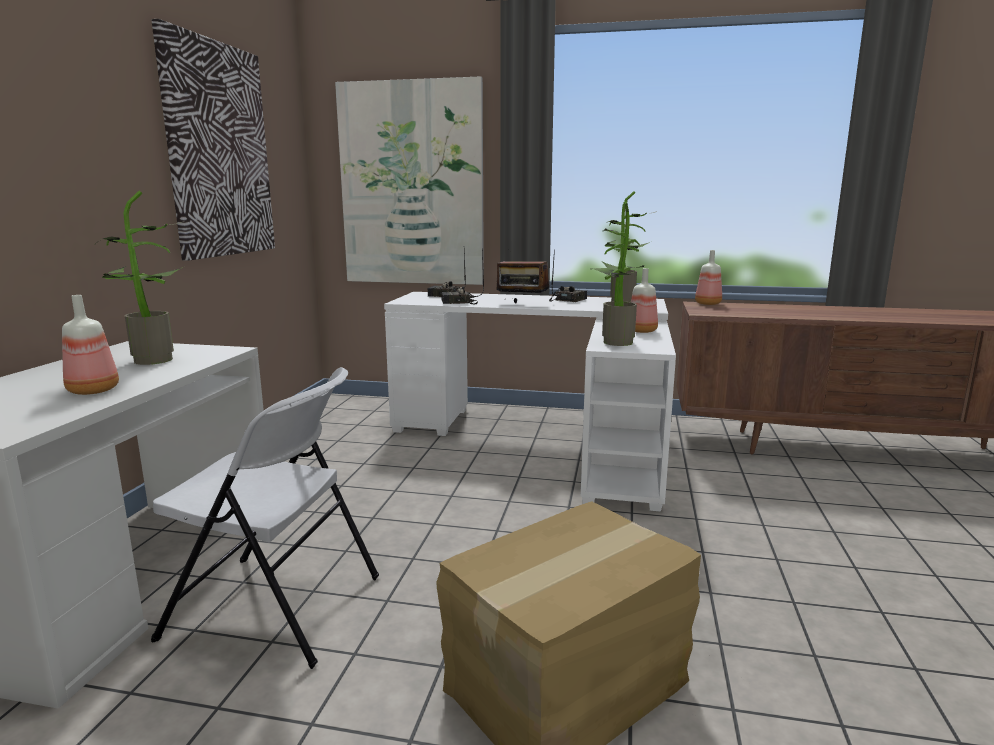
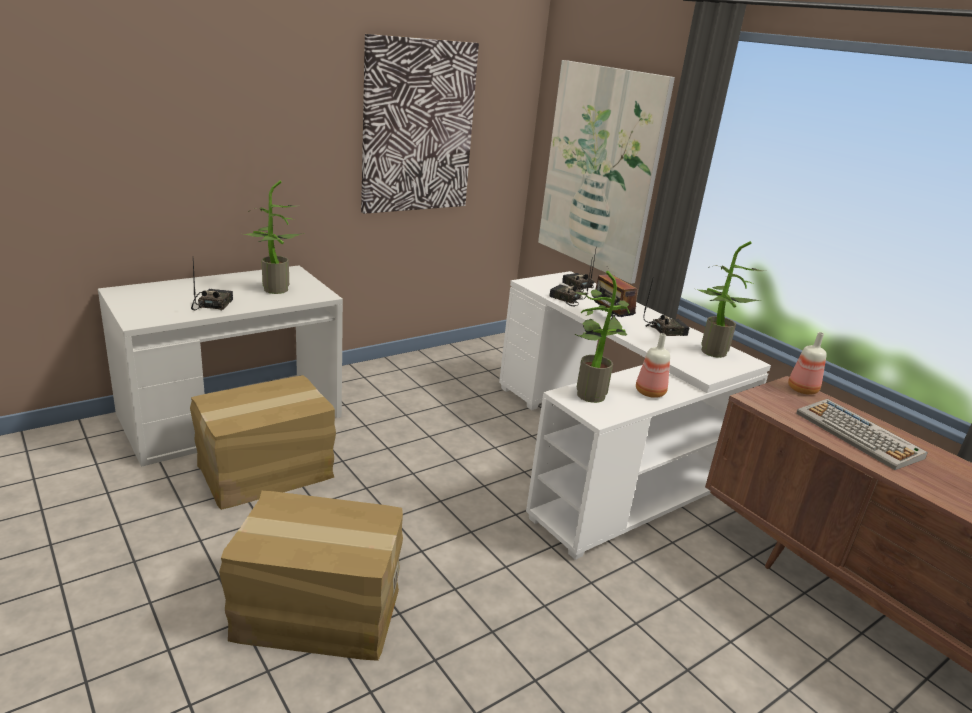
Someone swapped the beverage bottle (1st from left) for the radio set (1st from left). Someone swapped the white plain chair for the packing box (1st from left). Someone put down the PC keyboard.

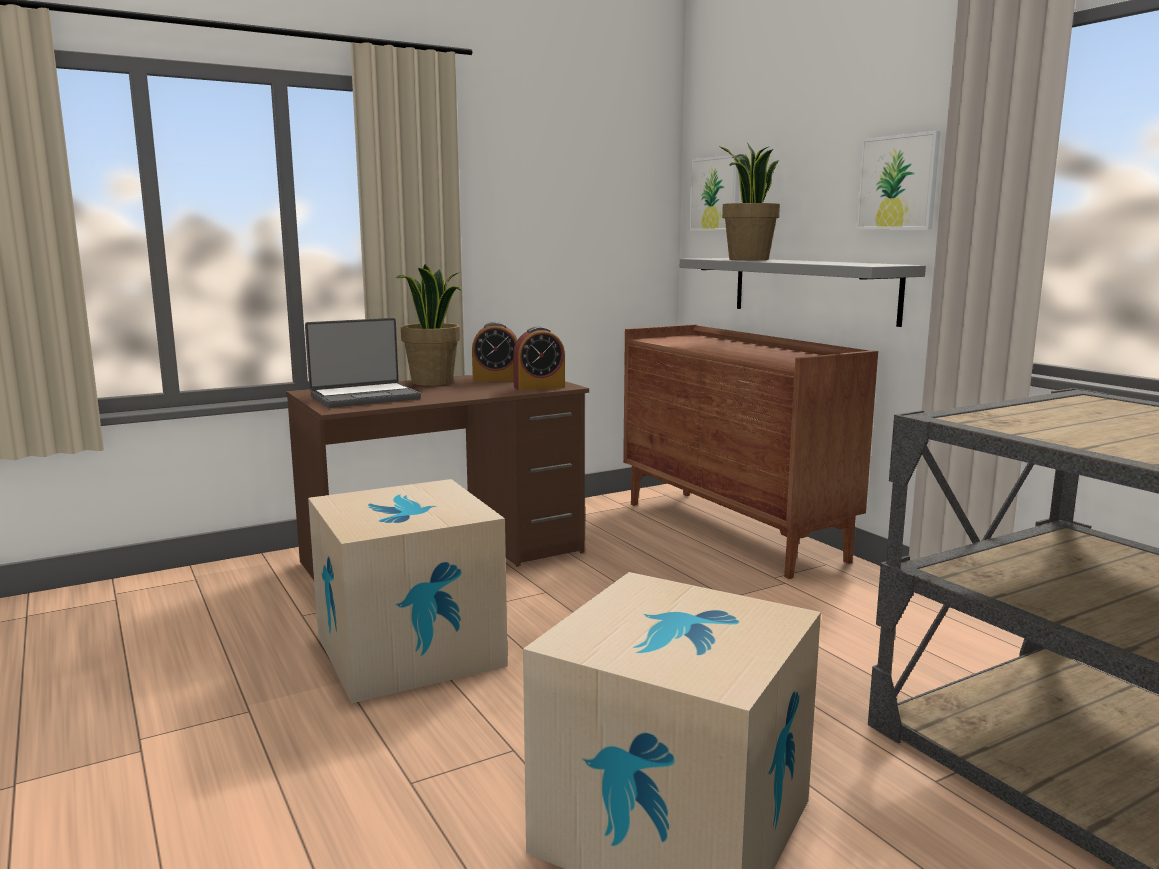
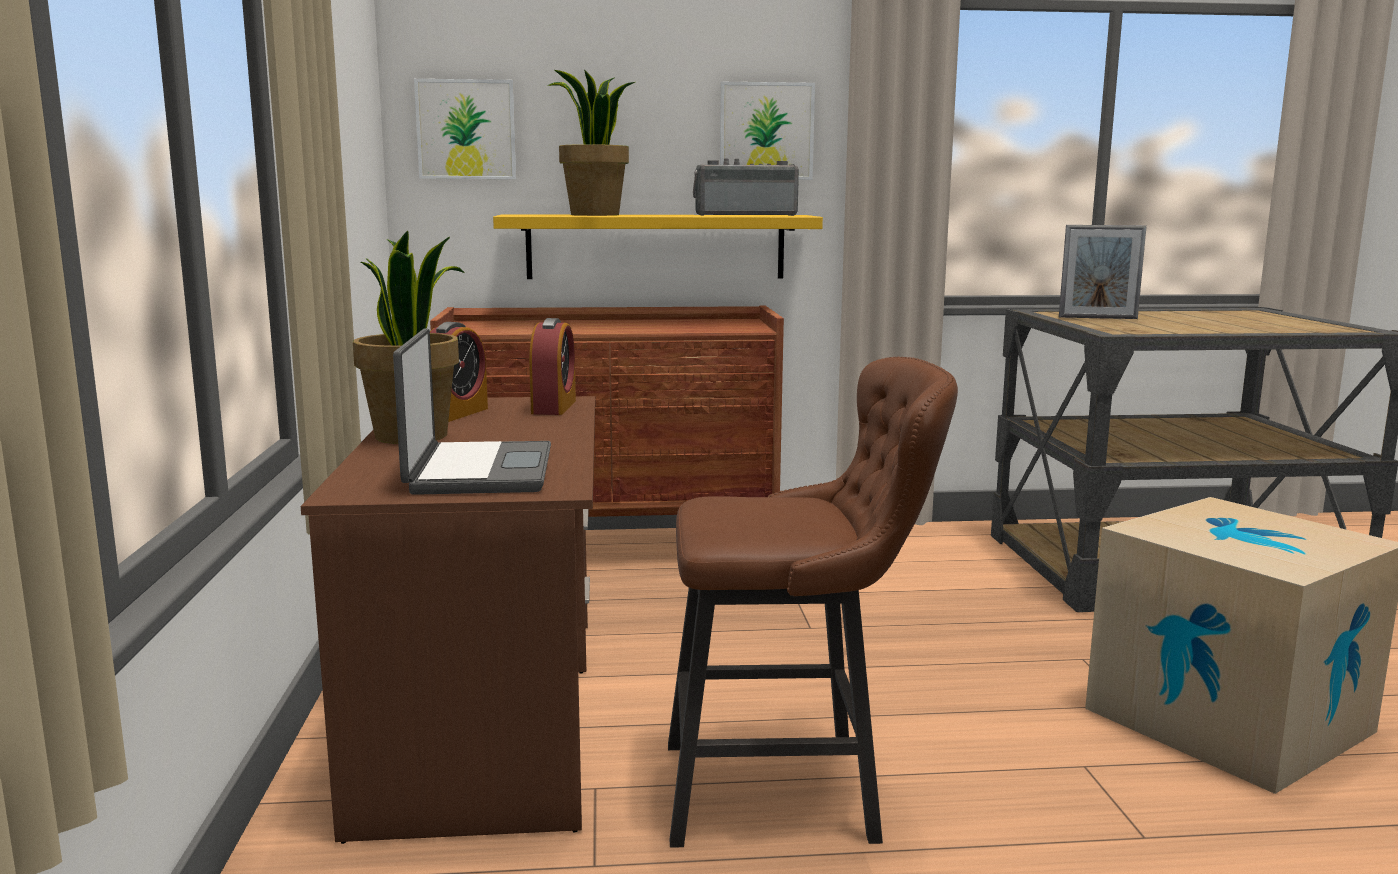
Someone repainted the grey bracket shelf, which became the yellow-coloured bracket shelf. Someone swapped the packing box (1st from left) for the brown-coloured stool seat. Someone put down the radio set. Someone put down the picture frame.

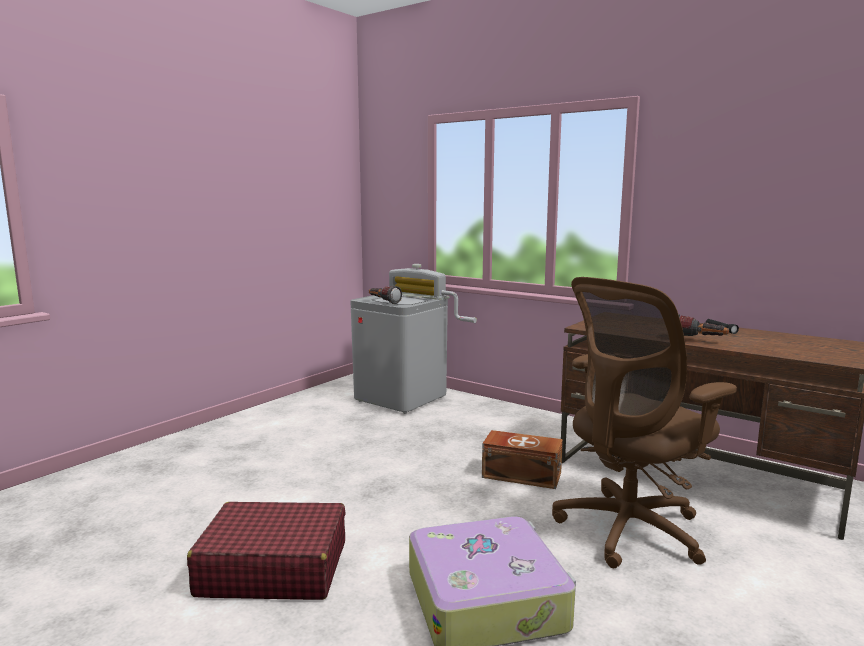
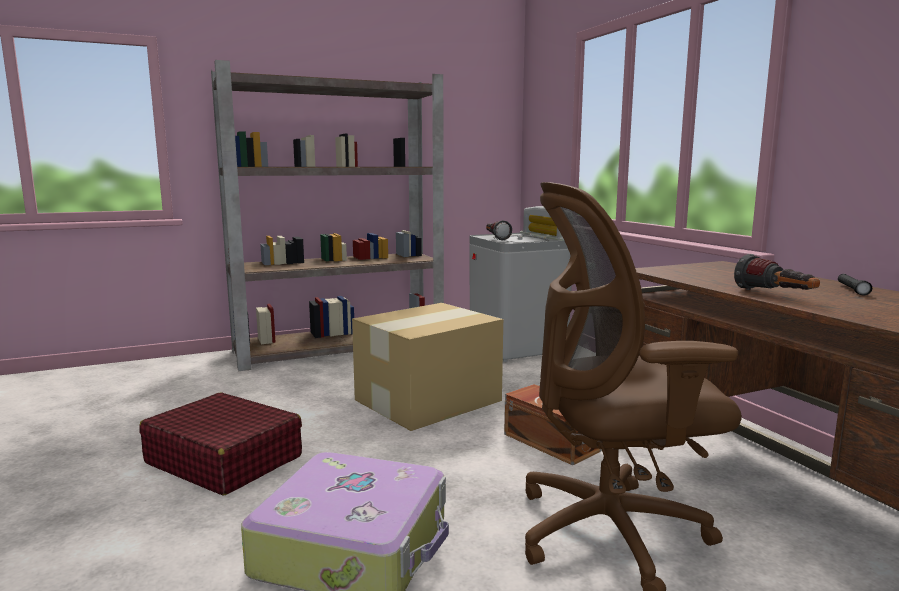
Someone put down the brown-coloured shelving unit. Someone put down the packing box.

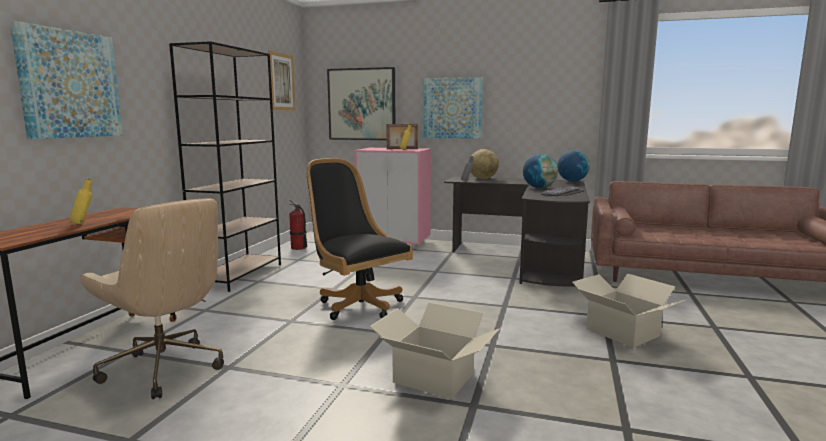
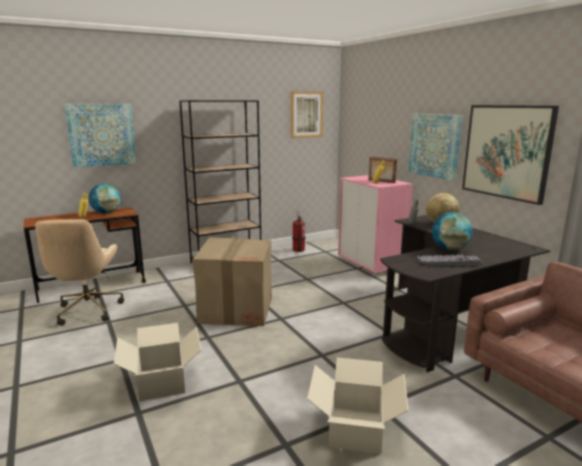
Someone carried the wall art (3rd from left in the first image). Someone carried the globe (3rd from left in the first image). Someone swapped the black-coloured computer chair for the packing box (2nd from left).

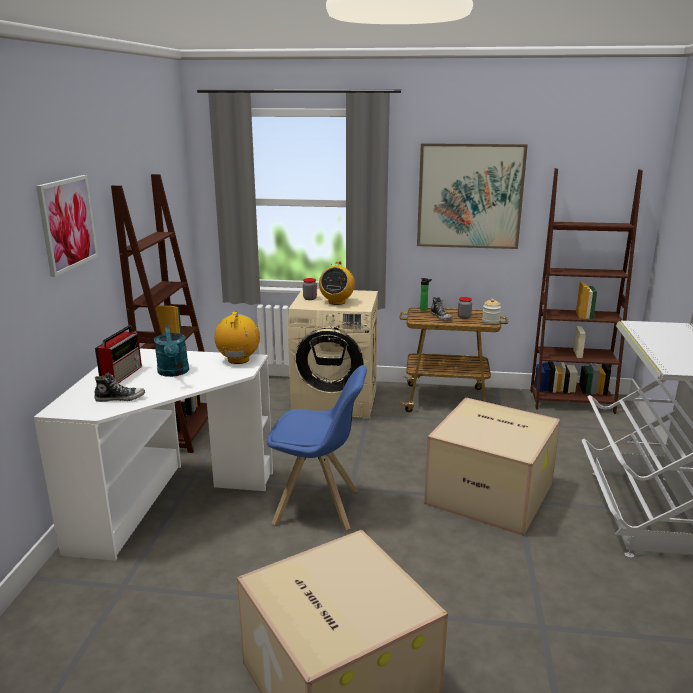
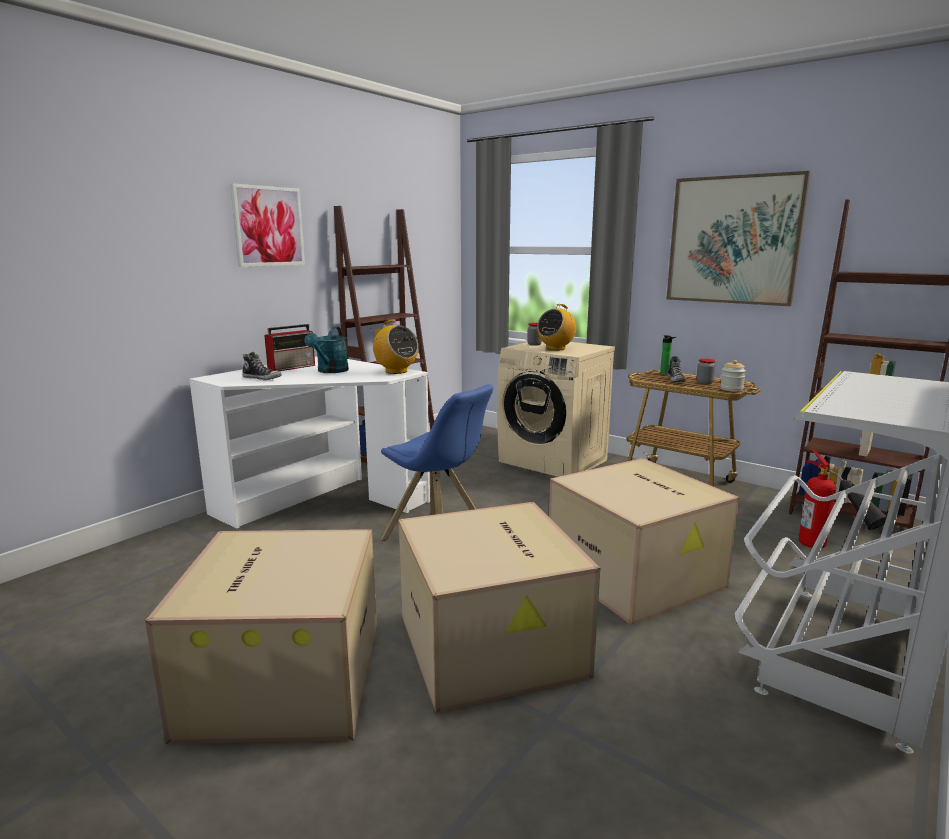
Someone rotated the radio set (2nd from left) by 105 degrees clockwise. Someone put down the extinguisher. Someone put down the packing box (2nd from left).

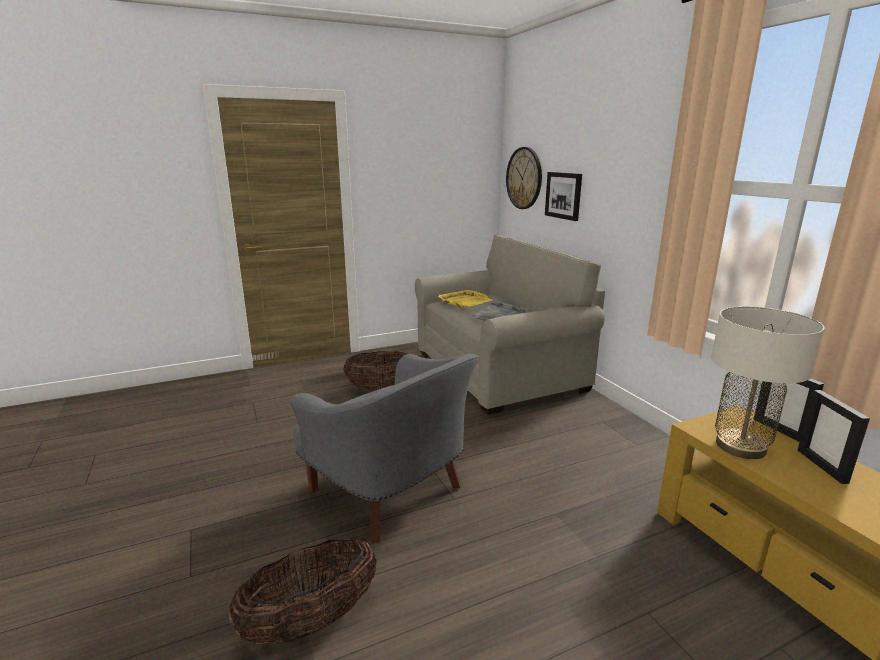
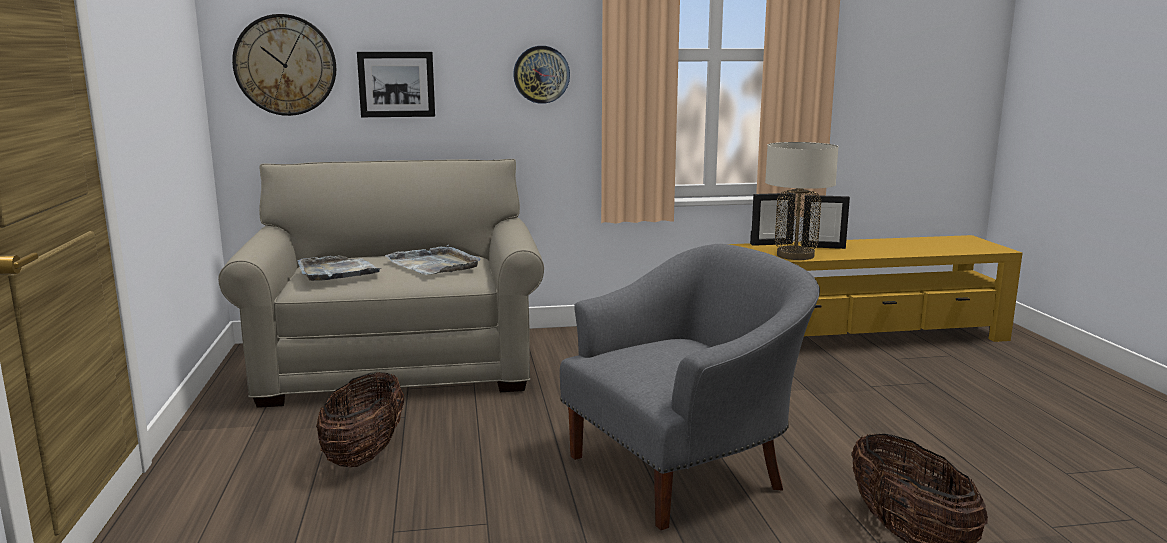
Someone repainted the yellow-coloured tray, which became the grey tray (1st from left). Someone put up the wall clock (2nd from left).

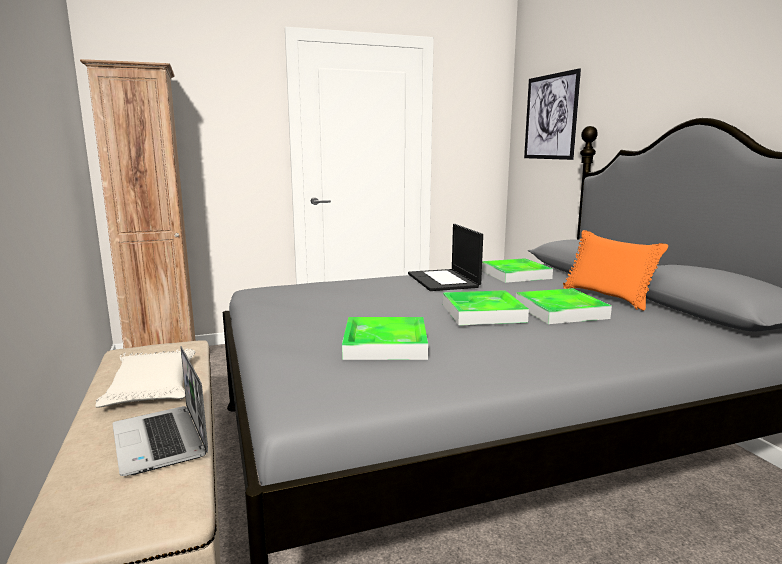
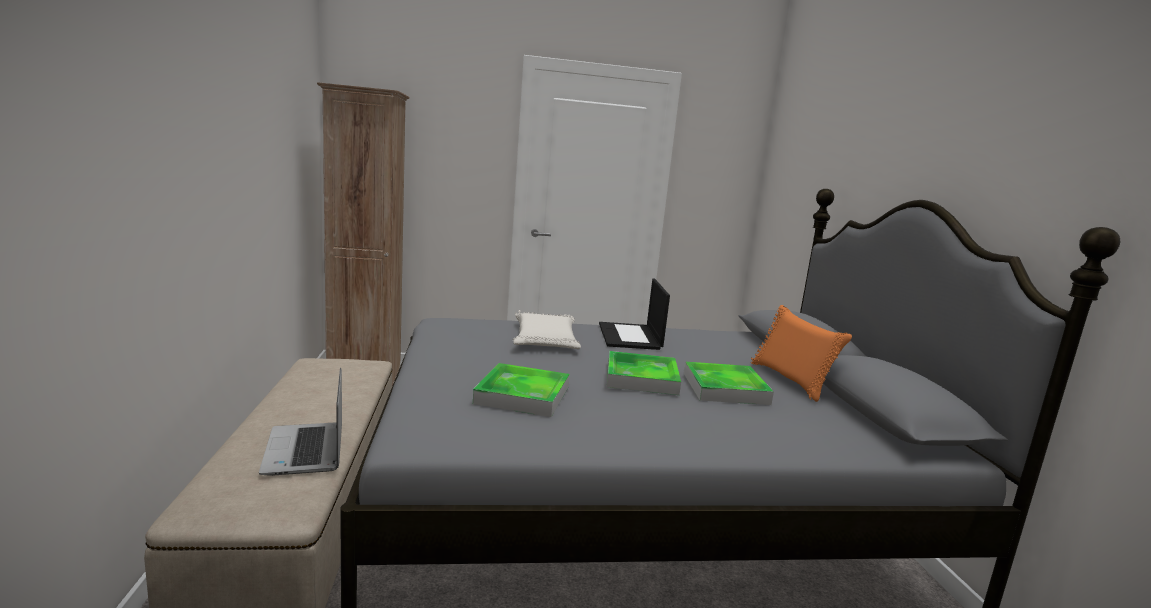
Someone took away the wall art. Someone took away the tray (3rd from left). Someone carried the white throw pillow.

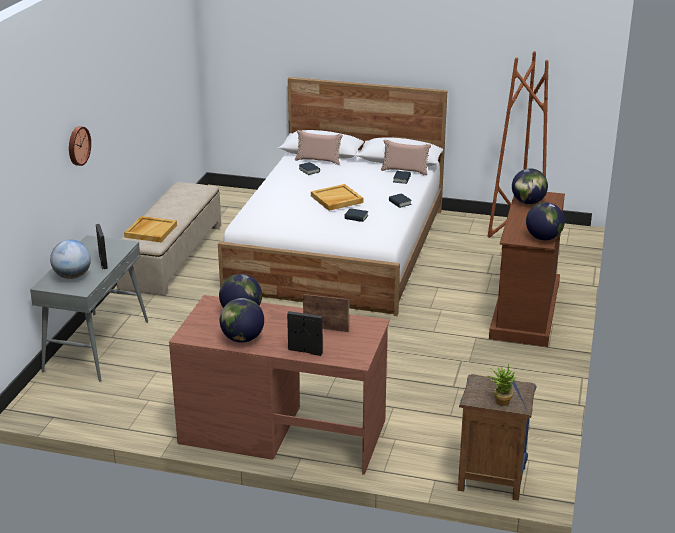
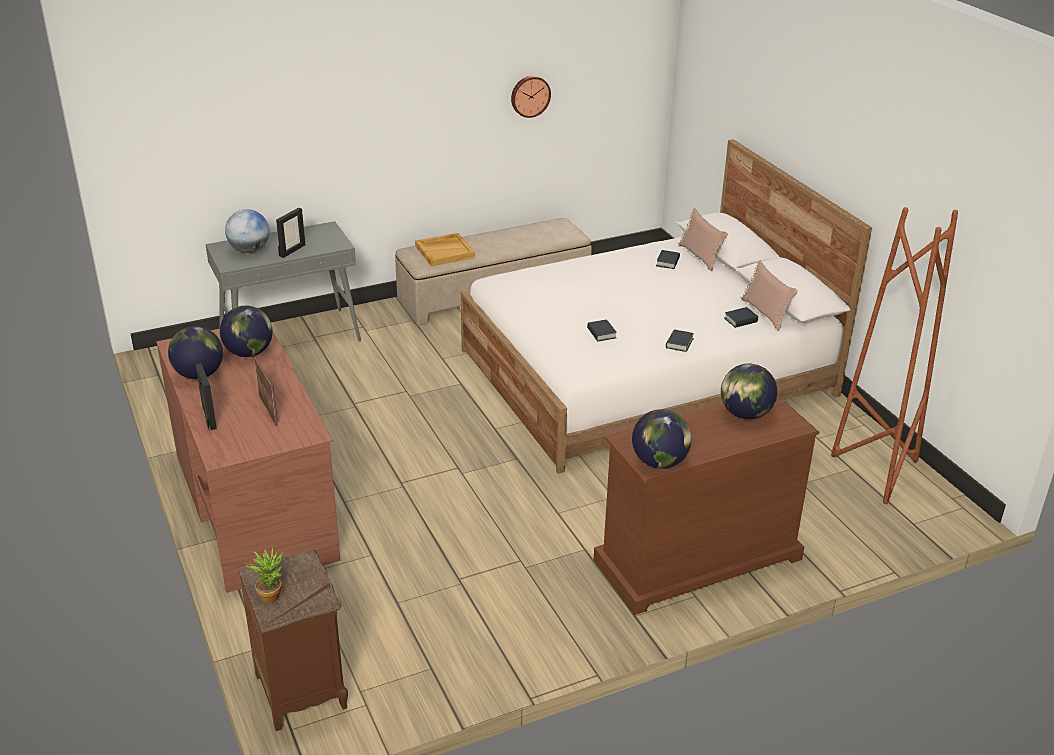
Someone carried the wall clock. Someone took away the sand-coloured tray (2nd from left). Someone repainted the blue-coloured nightstand, which became the brown-coloured nightstand.

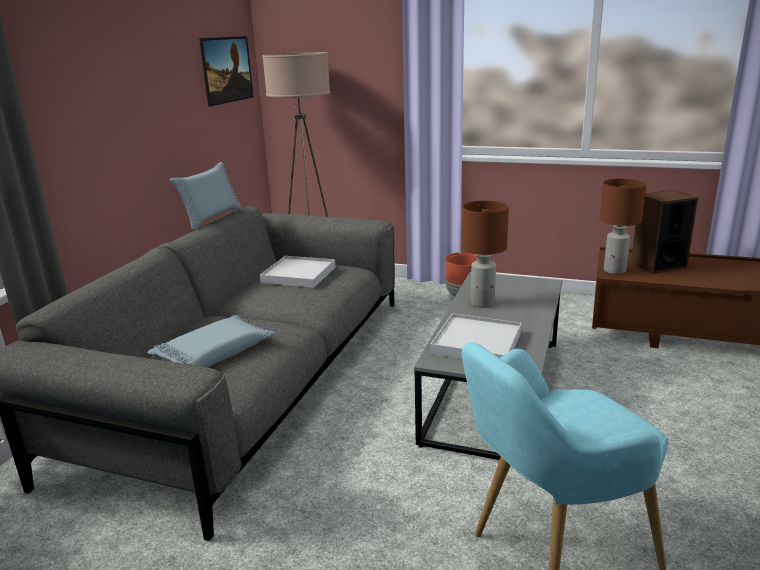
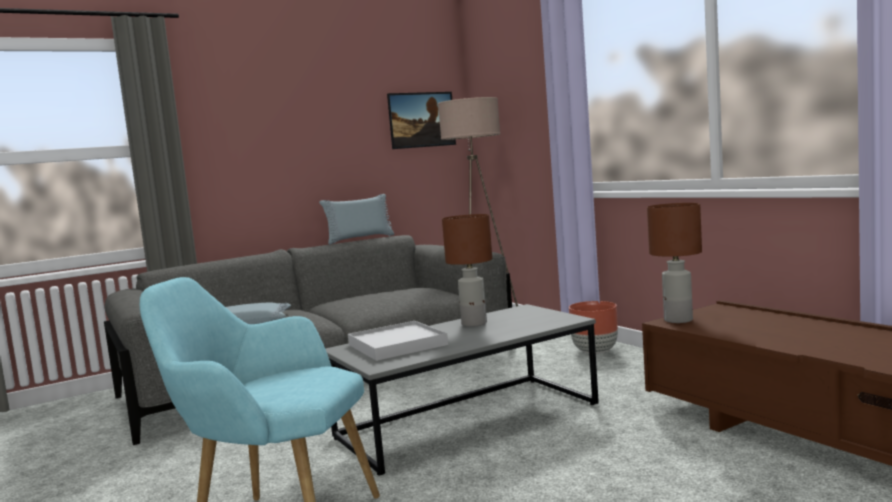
Someone took away the audio speaker. Someone took away the white tray (1st from left).

